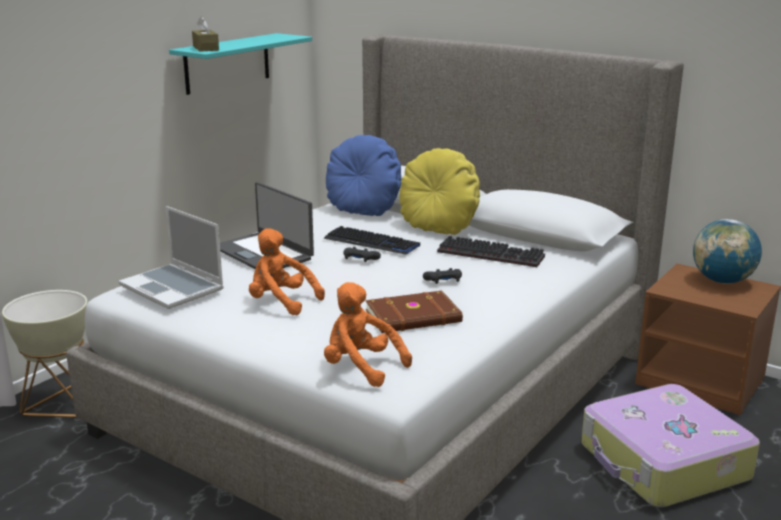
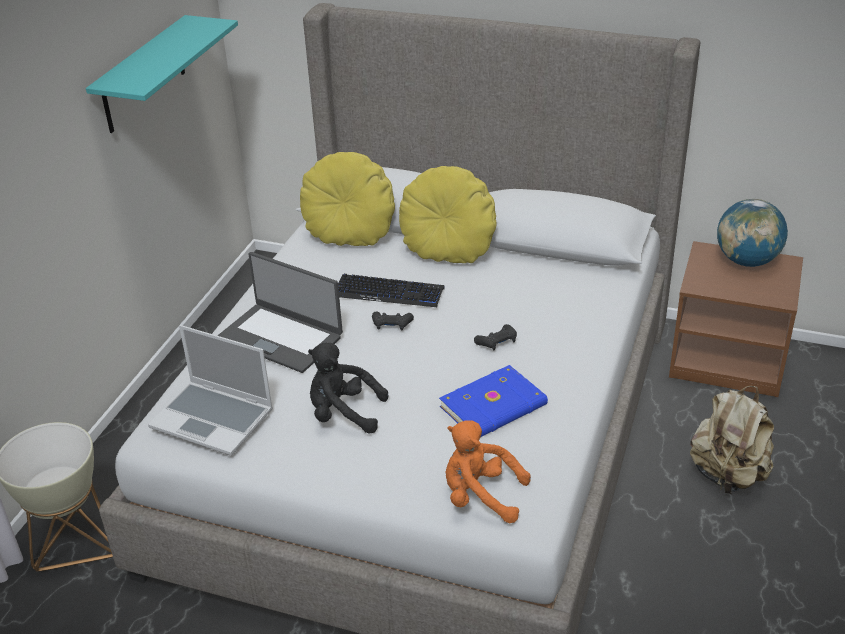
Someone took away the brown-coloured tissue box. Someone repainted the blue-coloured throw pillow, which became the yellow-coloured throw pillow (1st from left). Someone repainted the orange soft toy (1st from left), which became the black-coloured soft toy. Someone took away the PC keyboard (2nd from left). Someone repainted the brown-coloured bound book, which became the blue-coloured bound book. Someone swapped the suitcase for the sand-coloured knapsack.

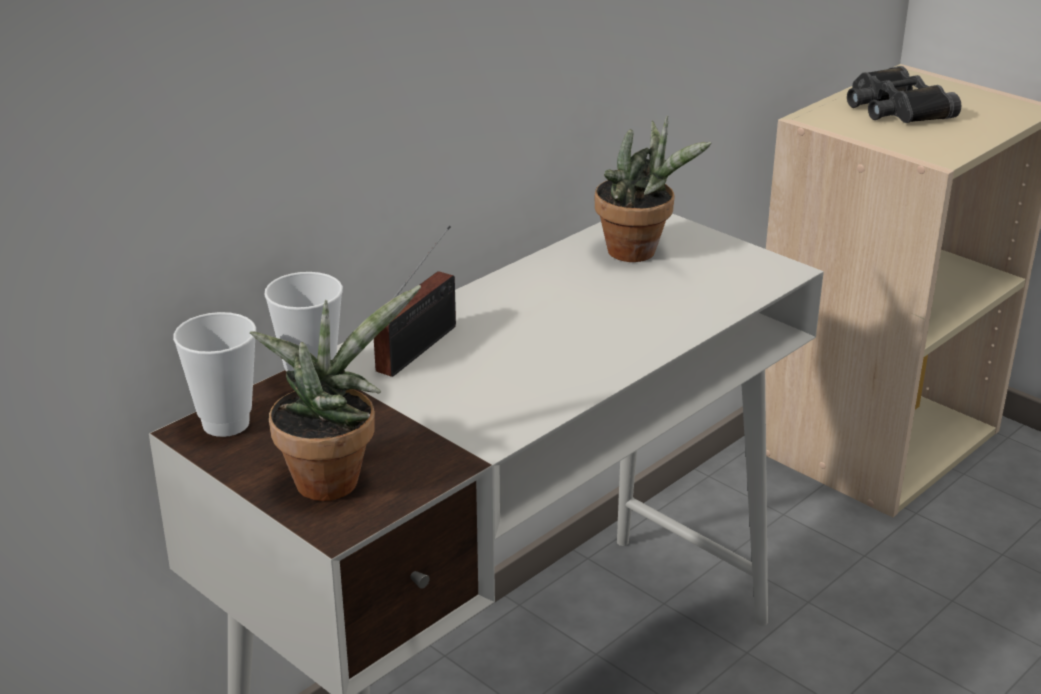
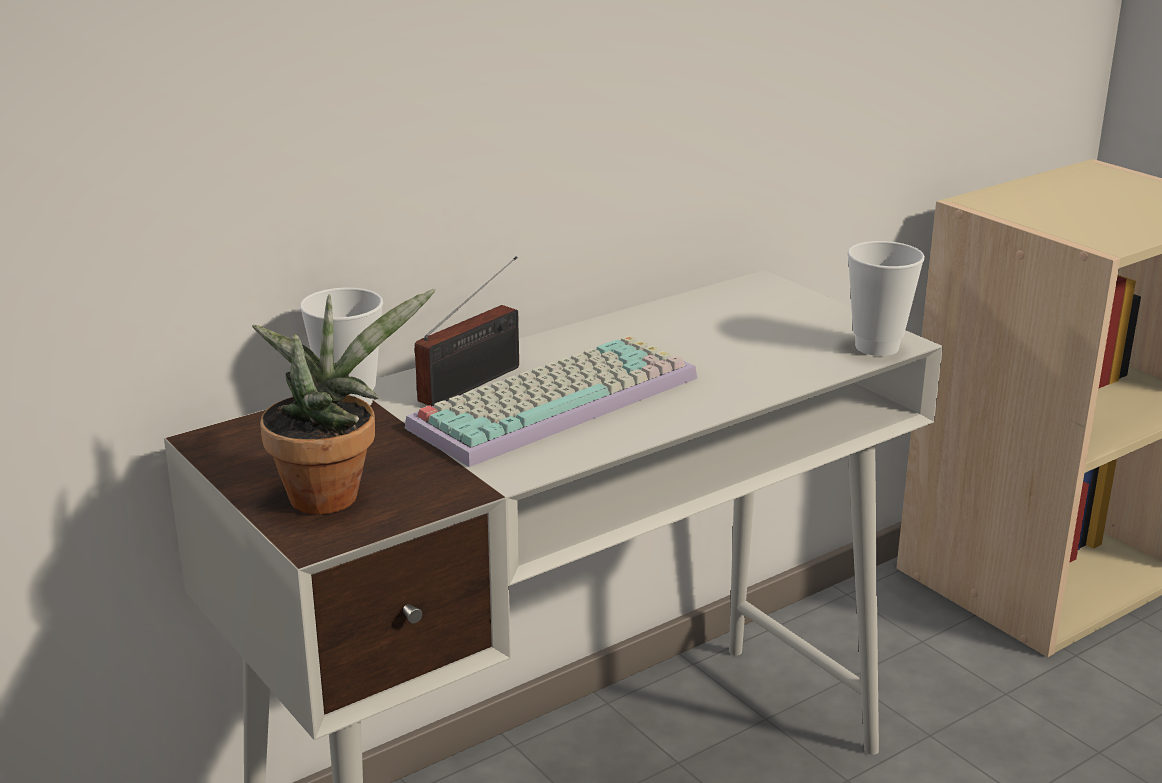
Someone took away the black-coloured binoculars. Someone took away the plant in a pot (2nd from left). Someone carried the small cup (1st from left in the first image). Someone put down the PC keyboard.

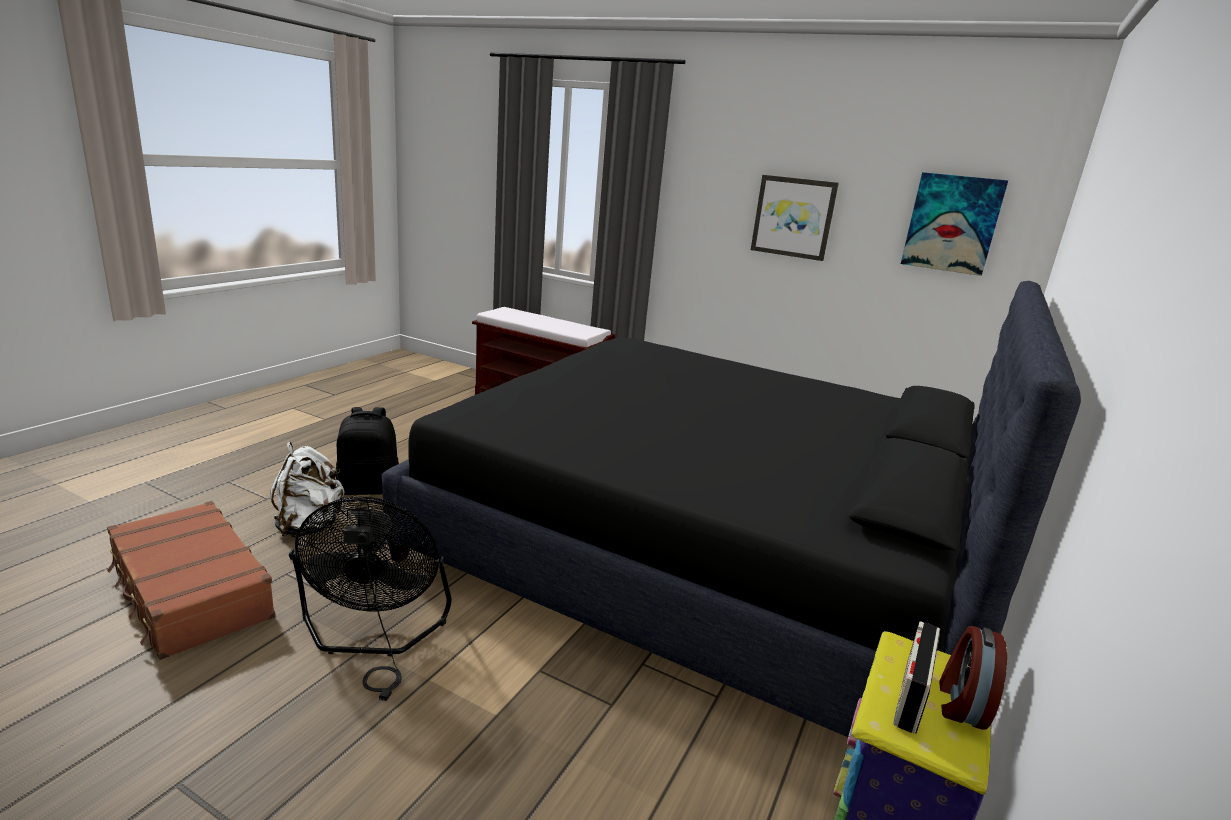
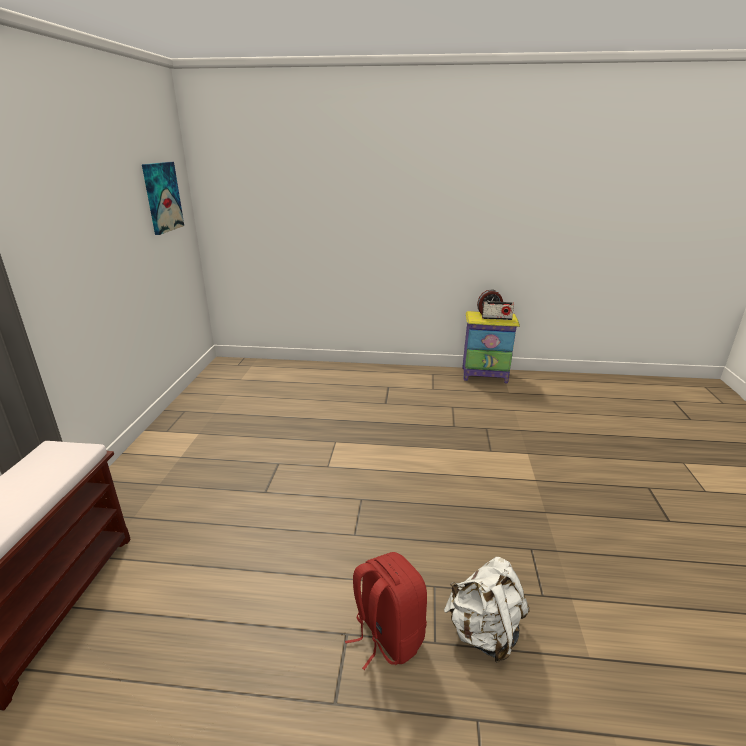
Someone took away the wall art (1st from left). Someone took away the black-coloured bed. Someone repainted the black-coloured knapsack, which became the reddish knapsack. Someone took away the black-coloured fan. Someone took away the brown-coloured suitcase.

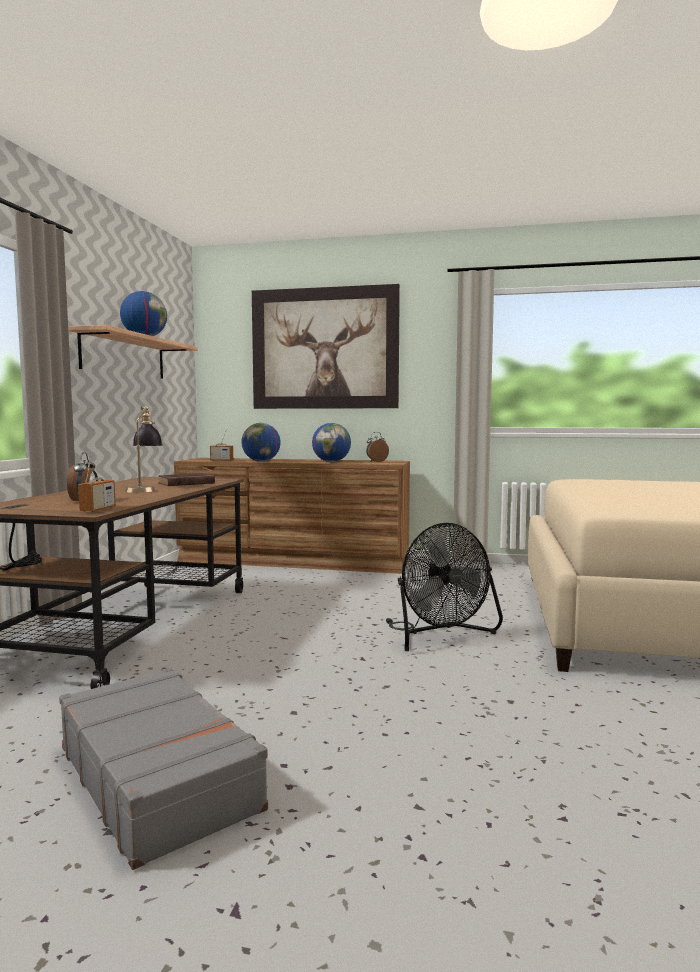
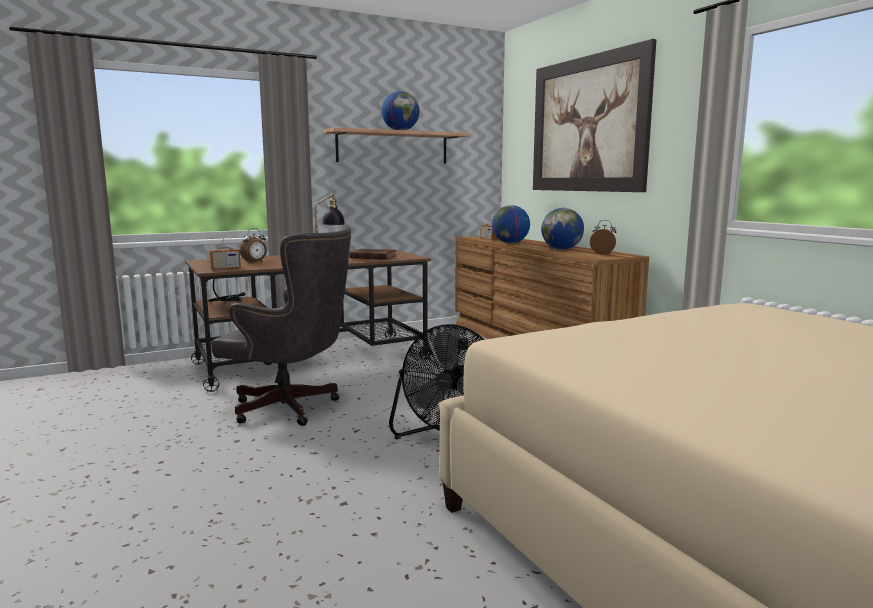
Someone took away the grey suitcase. Someone put down the grey computer chair.

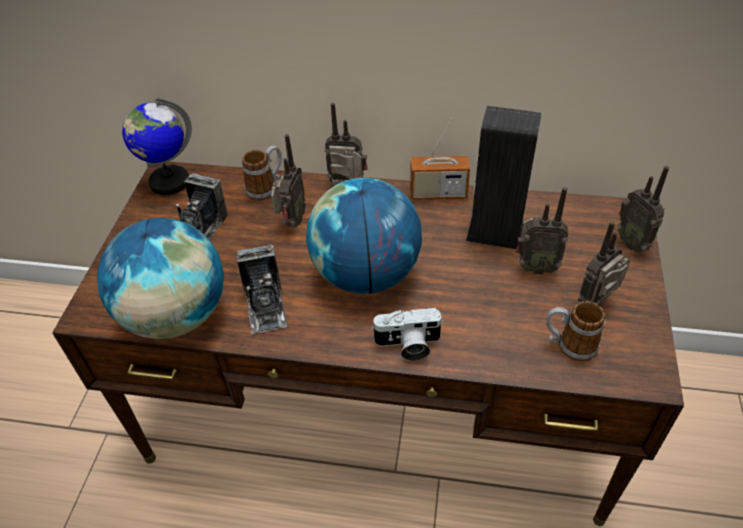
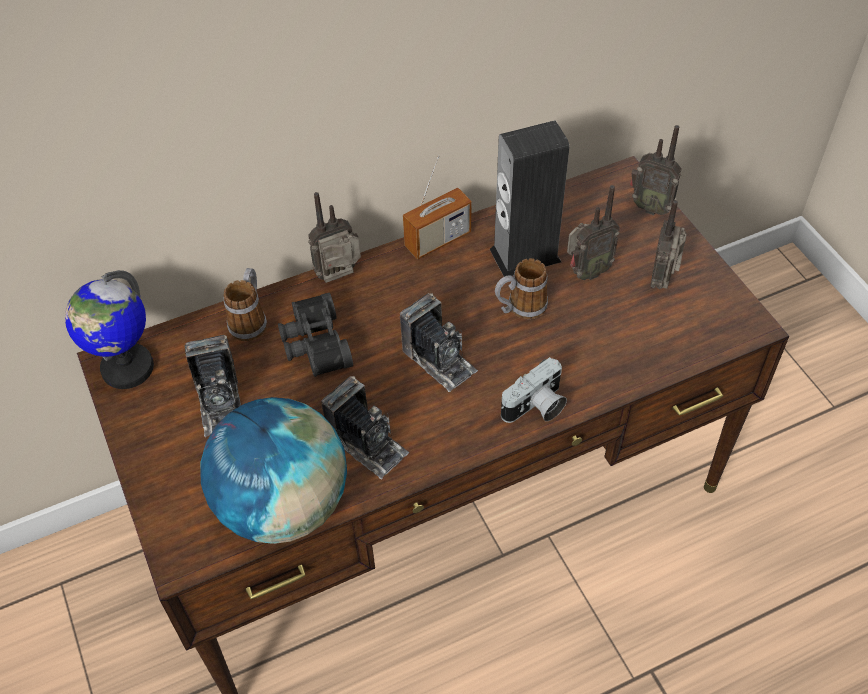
Someone swapped the radio set (1st from left) for the black-coloured binoculars. Someone swapped the globe (3rd from left) for the photo camera (3rd from left). Someone carried the tea mug (2nd from left).

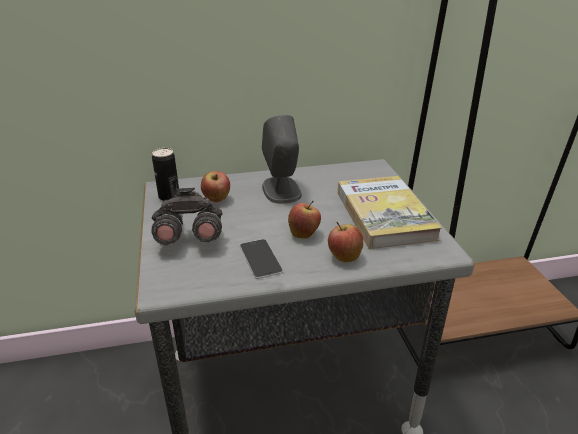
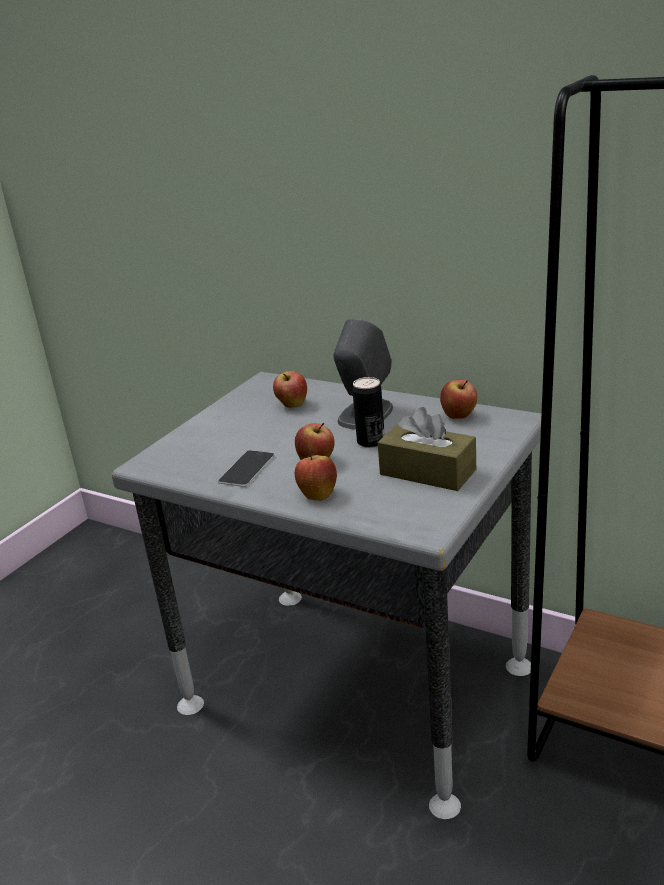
Someone carried the sealed can. Someone swapped the bound book for the brown-coloured tissue box. Someone took away the grey binoculars. Someone put down the apple (4th from left).

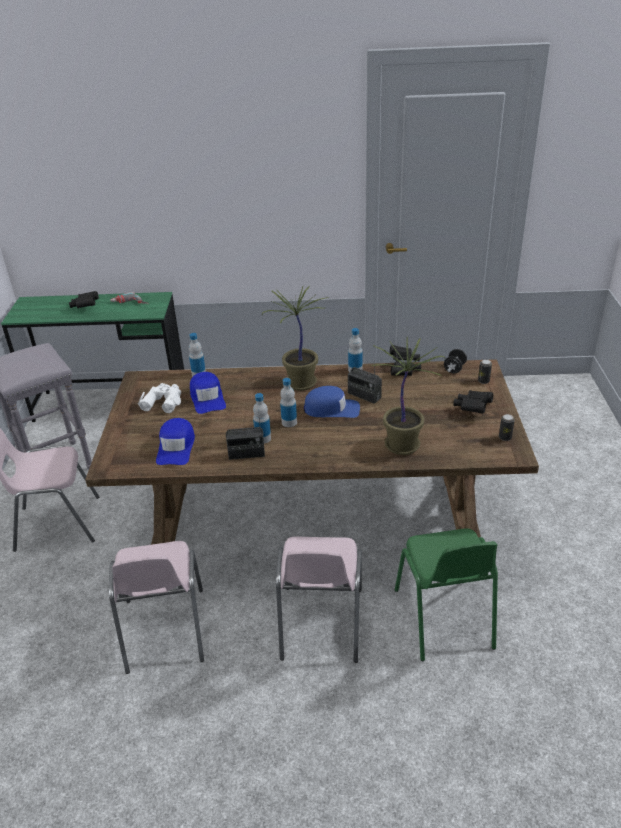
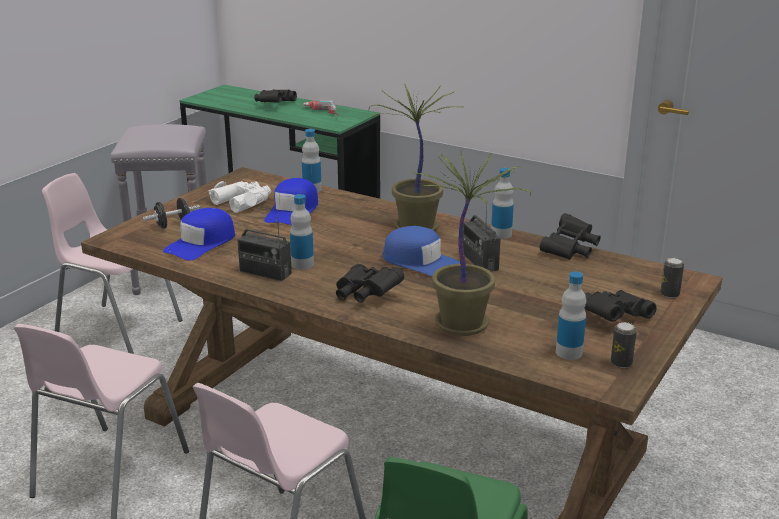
Someone carried the black-coloured dumbbell. Someone carried the beverage bottle (3rd from left in the first image). Someone put down the black-coloured binoculars (2nd from left).

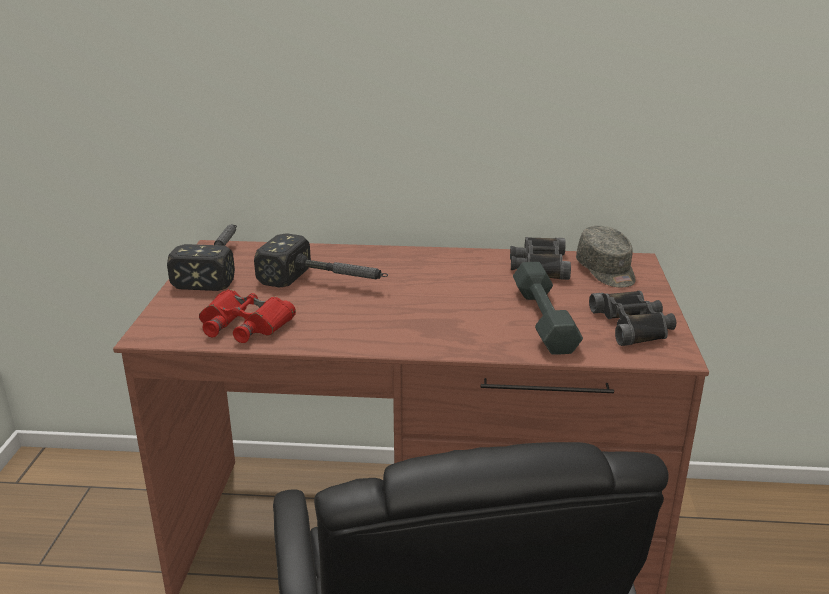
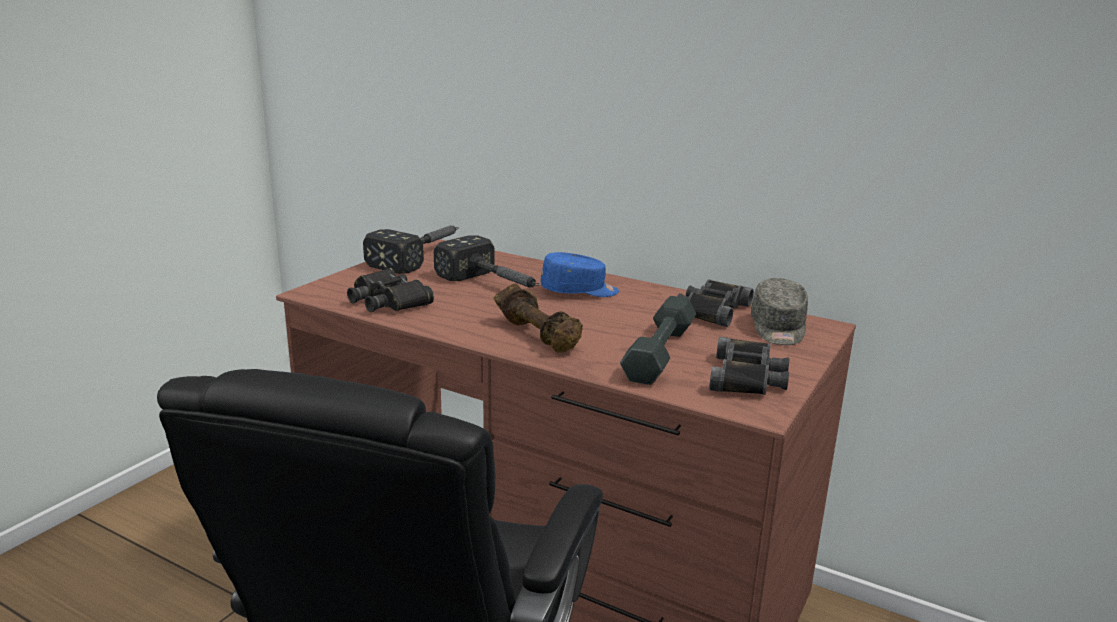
Someone repainted the reddish binoculars, which became the black-coloured binoculars (1st from left). Someone put down the blue-coloured baseball cap. Someone put down the brown-coloured dumbbell.

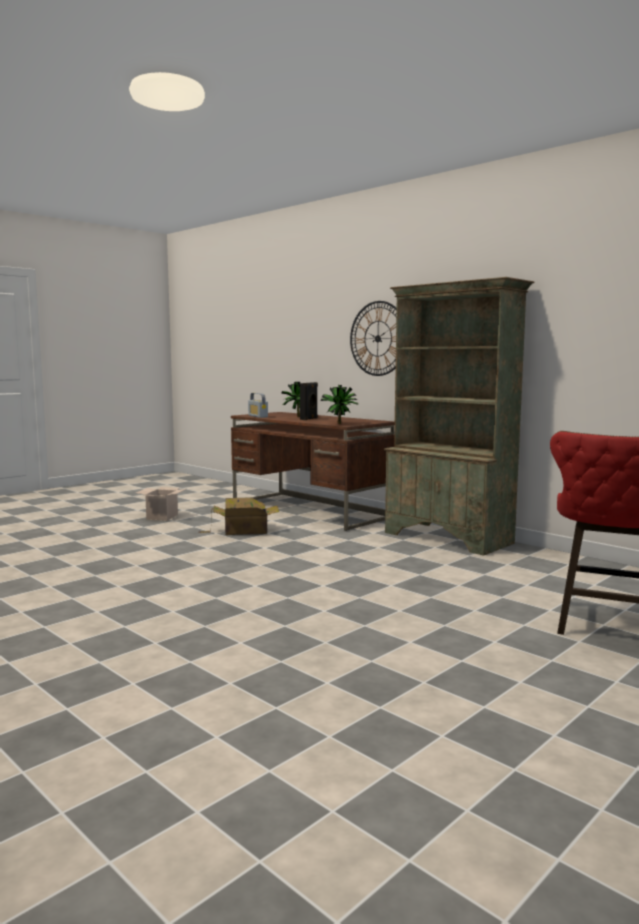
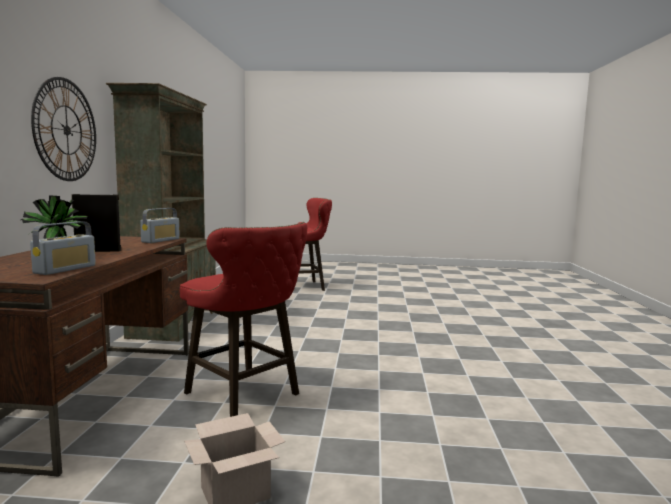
Someone swapped the plant in a pot (2nd from left) for the radio set (2nd from left). Someone swapped the packing box (2nd from left) for the reddish stool seat (1st from left).

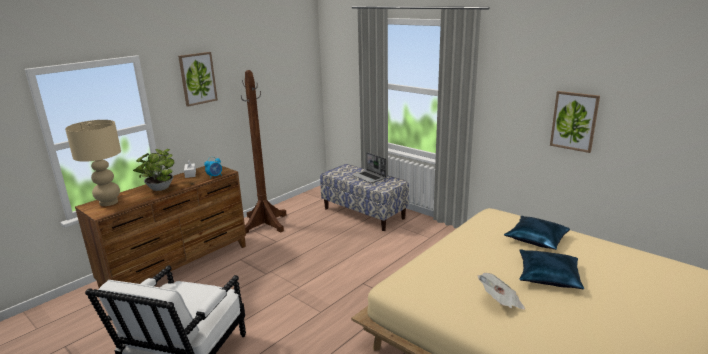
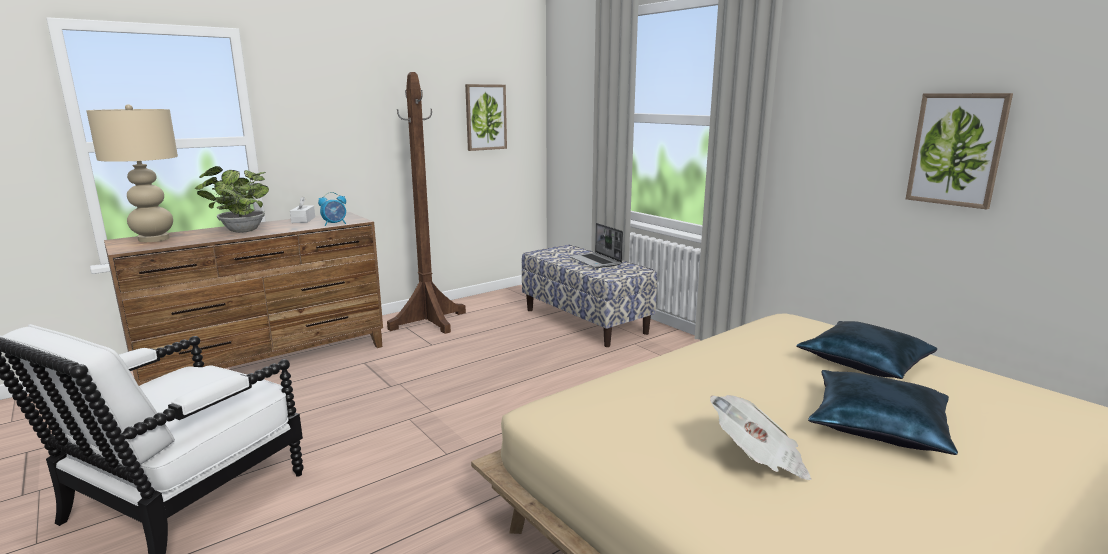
Someone carried the wall art (1st from left).

